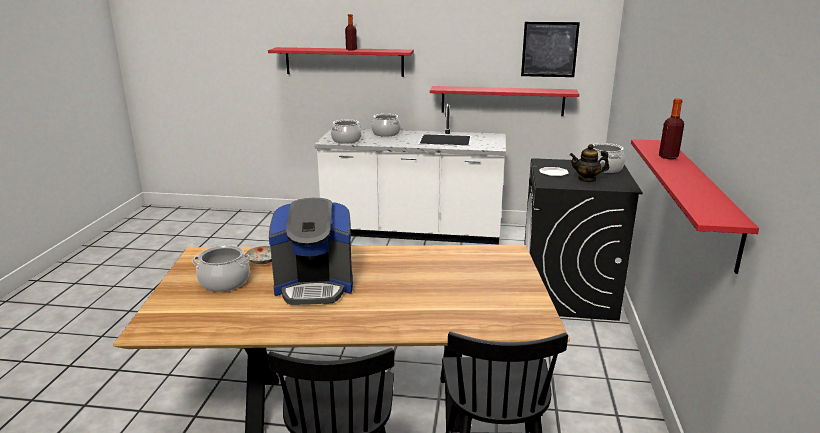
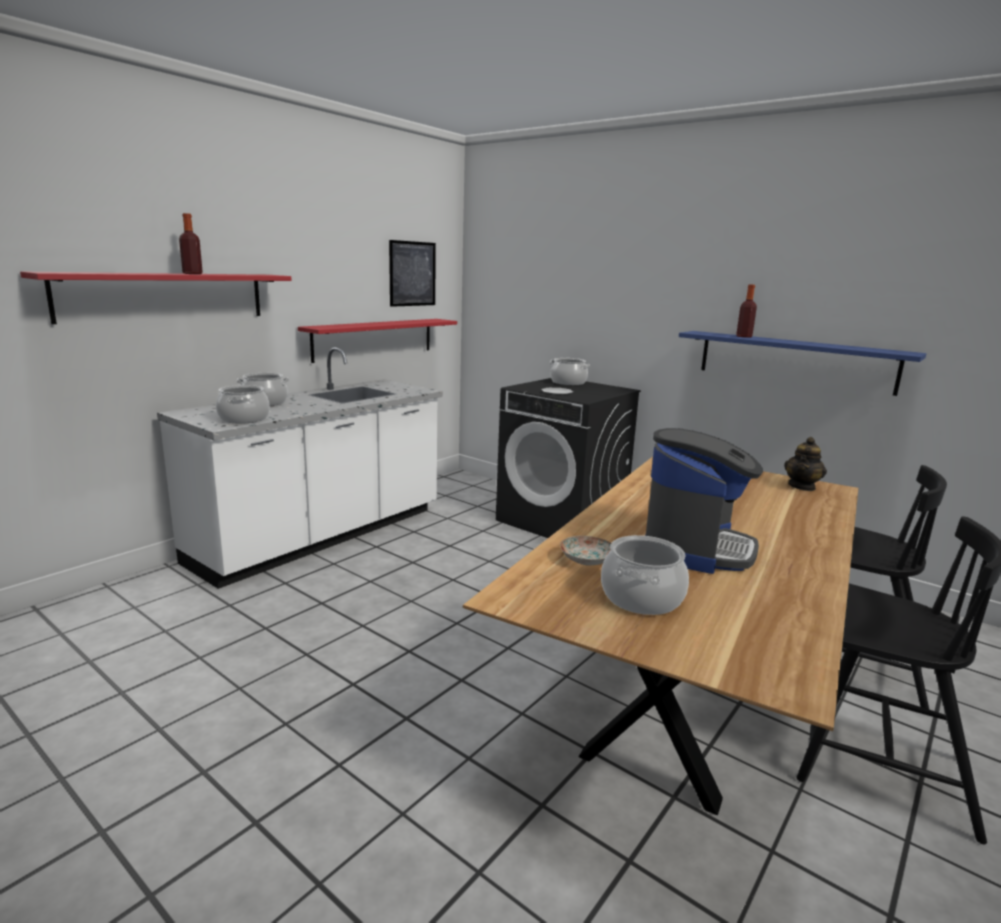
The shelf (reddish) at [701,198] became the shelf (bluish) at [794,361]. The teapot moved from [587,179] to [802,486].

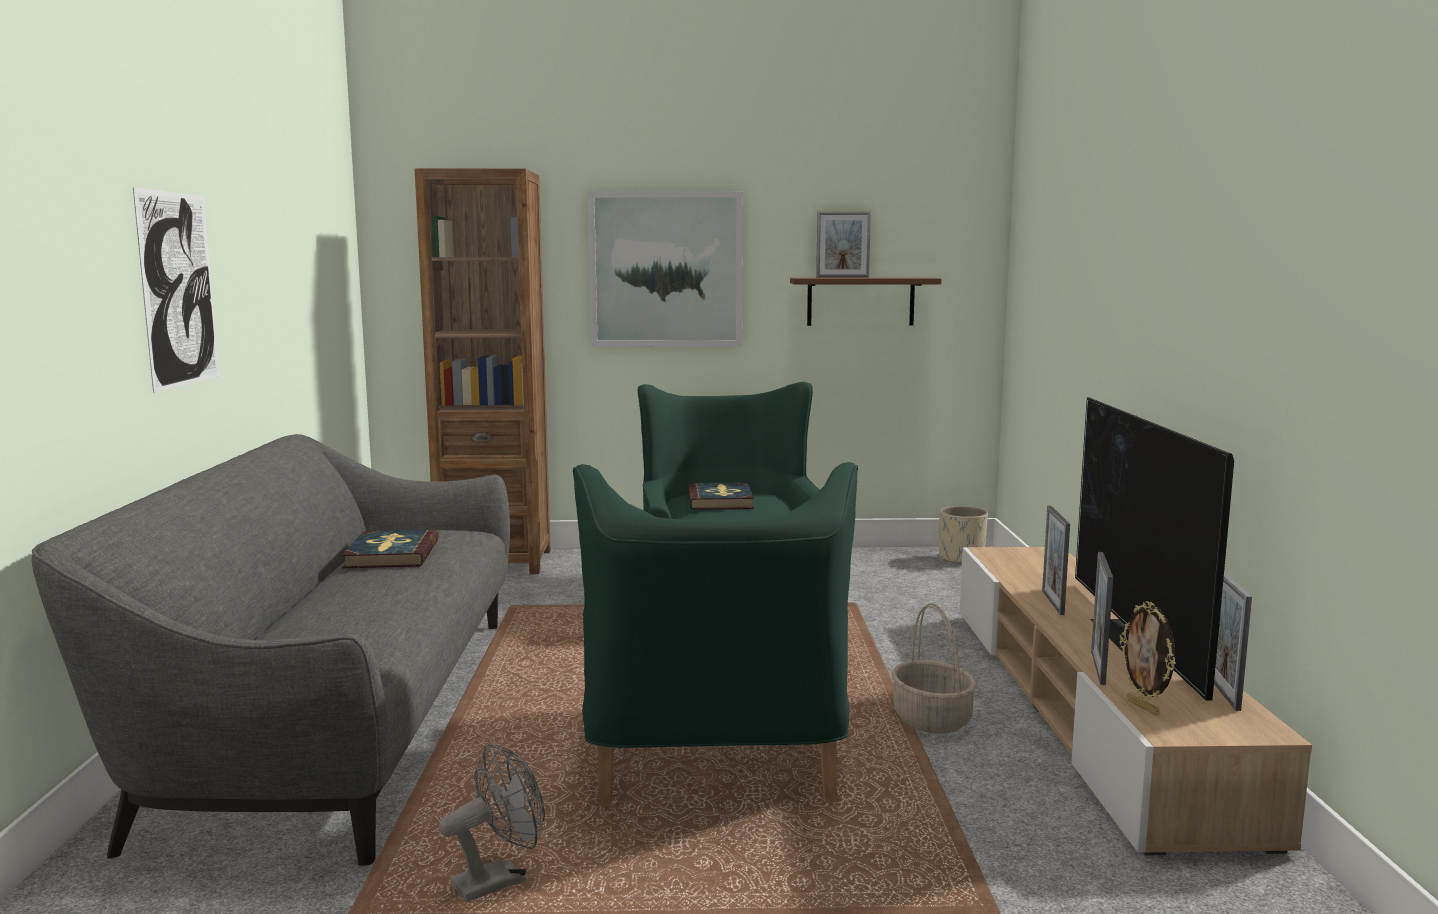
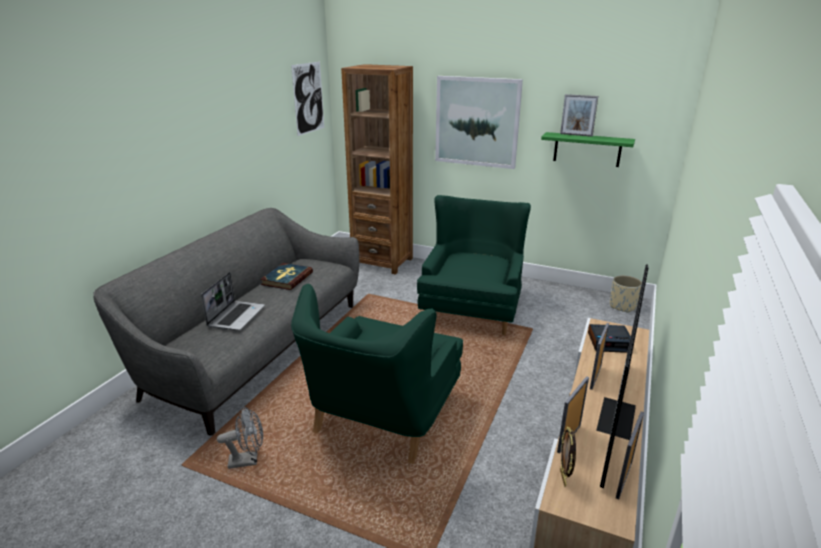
The wall picture moved from [179,289] to [308,98]. The shelf (brownish) at [860,301] became the shelf (green) at [587,149]. The book at [720,500] disappeared. The basket at [932,720] disappeared. The laptop at [236,316] appeared. The alarm clock at [609,342] appeared.

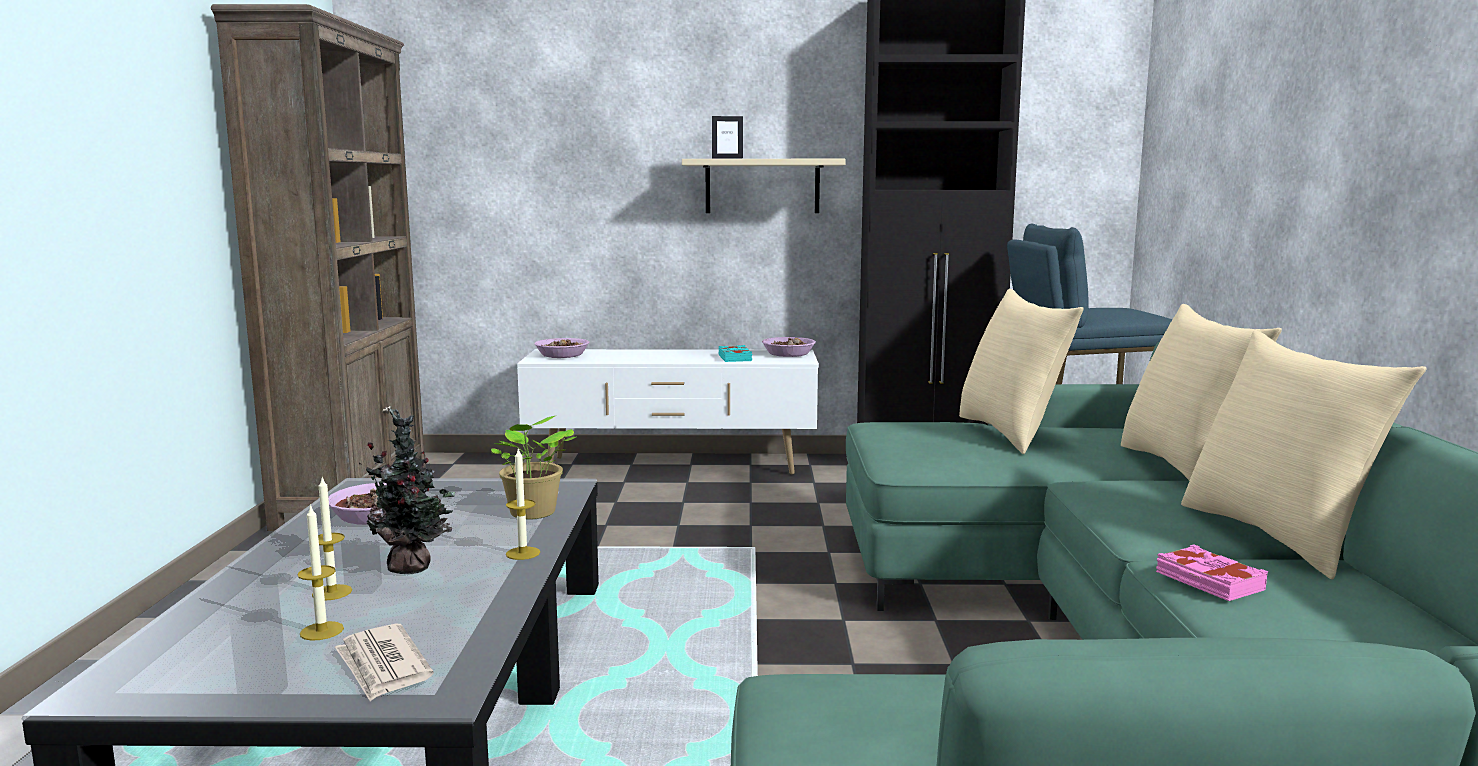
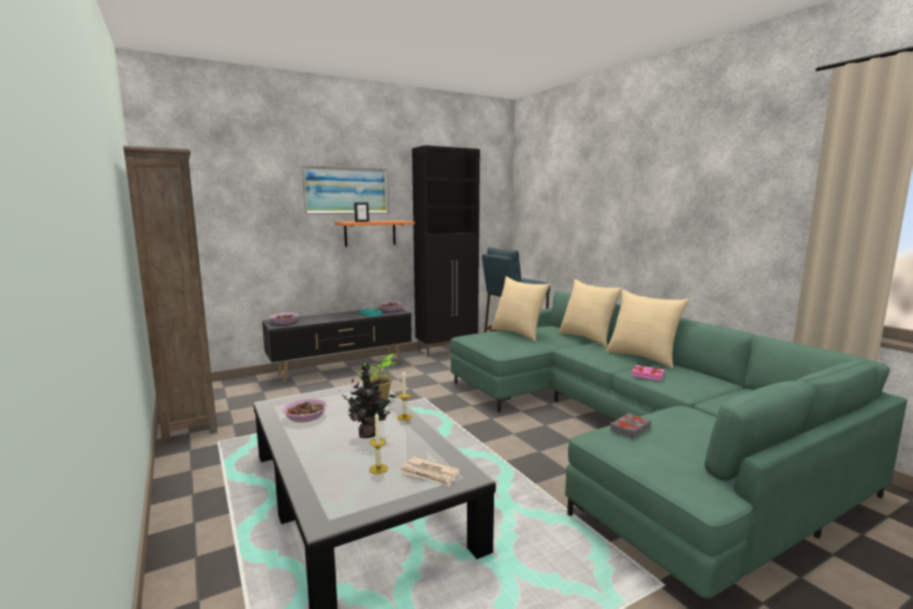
The shelf (sand-coloured) at [762,186] became the shelf (orange) at [370,233]. The media console (whitish) at [673,466] became the media console (blackish) at [342,369]. The wax candle at [332,592] disappeared. The wall picture at [346,190] appeared. The book (greyish) at [629,429] appeared.

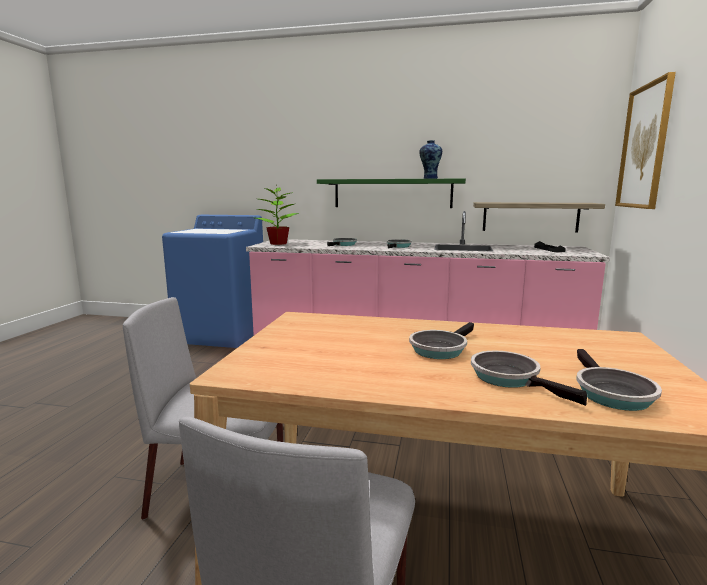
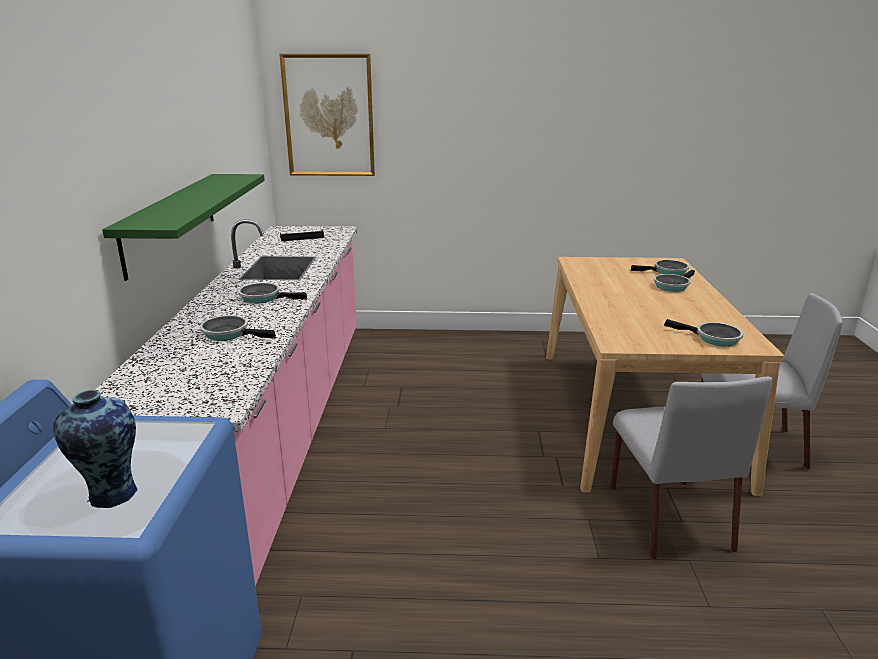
The flower vase moved from [429,178] to [110,495]. The houseplant at [278,243] disappeared. The shelf at [530,217] disappeared. The skillet moved from [439,349] to [713,338].

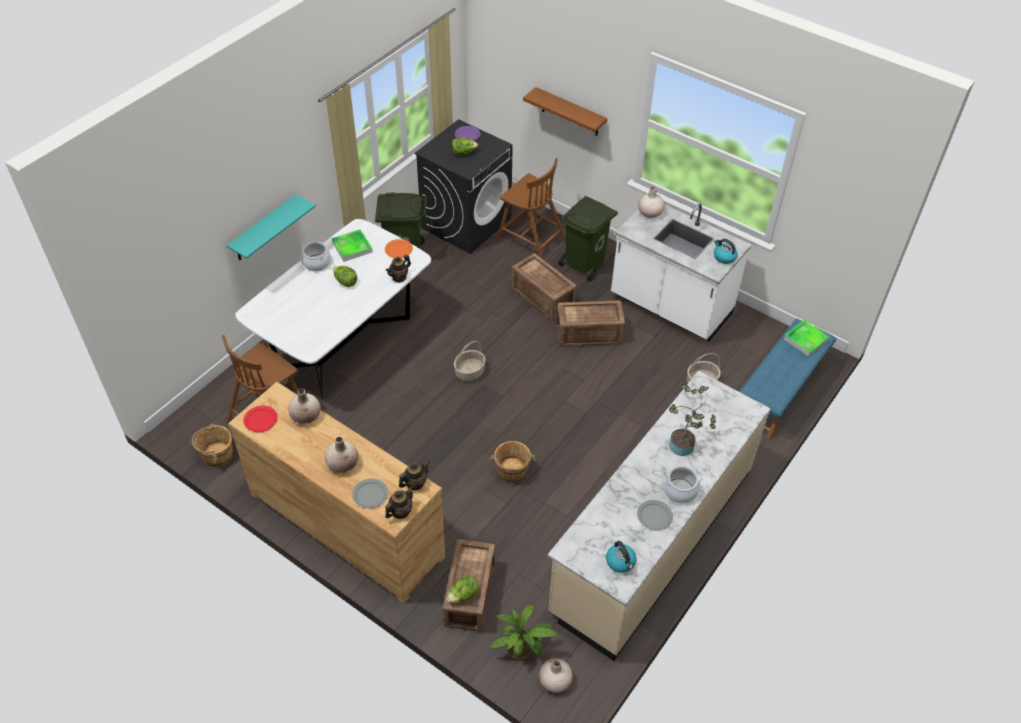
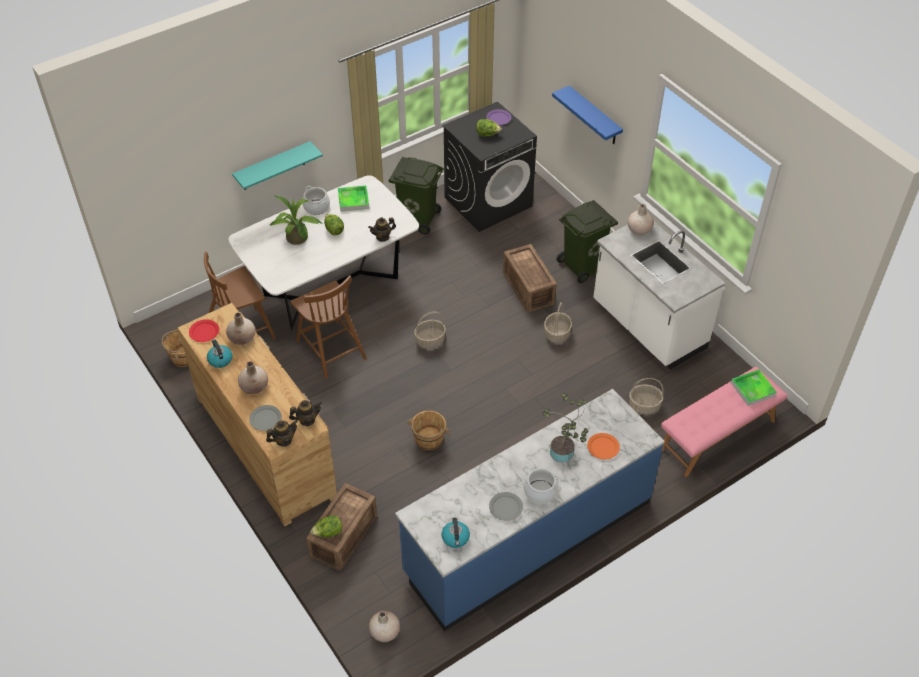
The shelf (brownish) at [570,112] became the shelf (bluish) at [594,116]. The plain chair (brownish) moved from [530,239] to [330,348]. The plate (orange) moved from [399,250] to [603,447]. The water kettle moved from [724,257] to [220,359]. The shipping crate at [590,335] was replaced by the basket at [557,334]. The bench (bluish) at [780,393] became the bench (pinkish) at [718,436]. The kitchen counter (sand-coloured) at [651,540] became the kitchen counter (bluish) at [528,537]. The houseplant moved from [522,649] to [299,239].

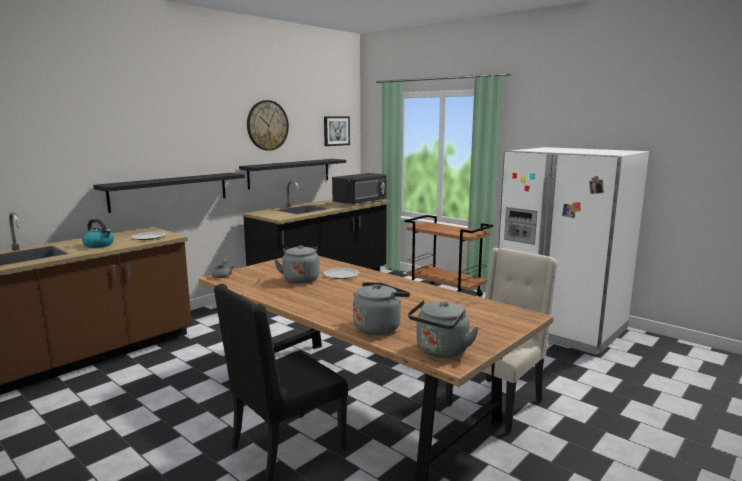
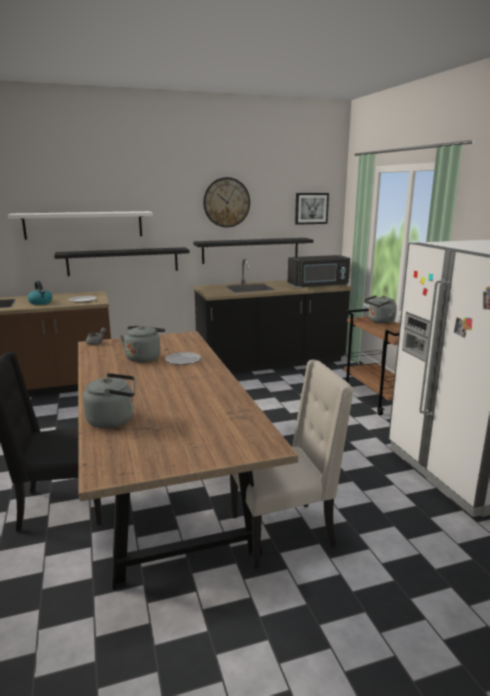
The water kettle (greyish) moved from [440,351] to [380,321]. The shelf (whitish) at [84,225] appeared.

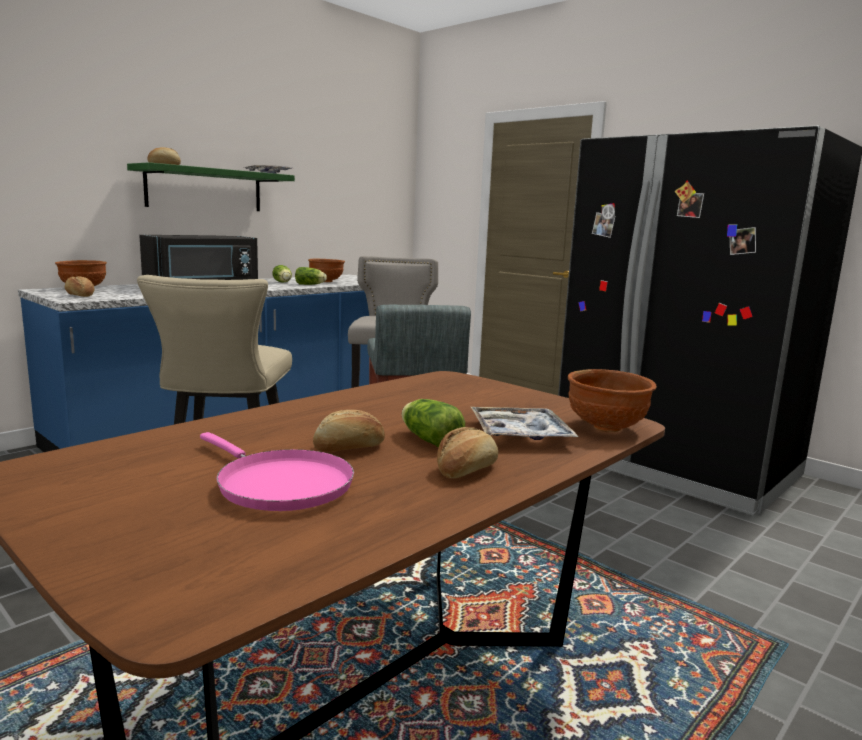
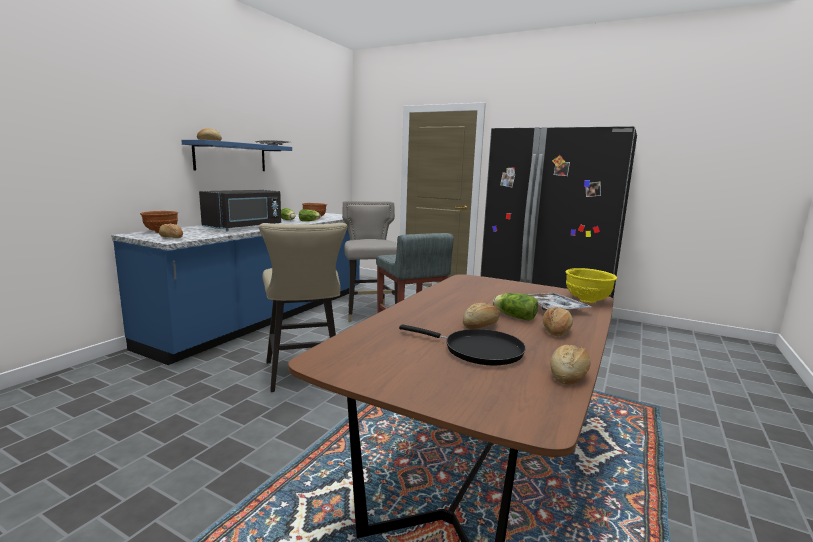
The shelf (green) at [205,189] became the shelf (bluish) at [231,157]. The deep dish (brownish) at [606,428] became the deep dish (yellow-coloured) at [587,301]. The skillet (pinkish) at [279,484] became the skillet (blackish) at [477,350]. The baked bread at [568,375] appeared.

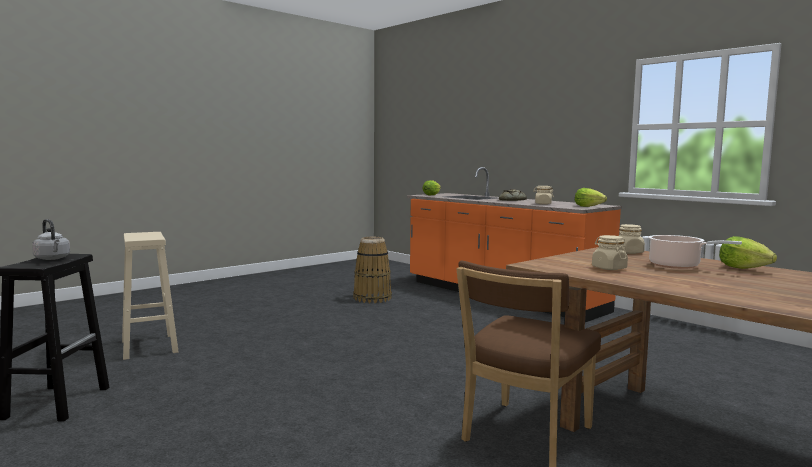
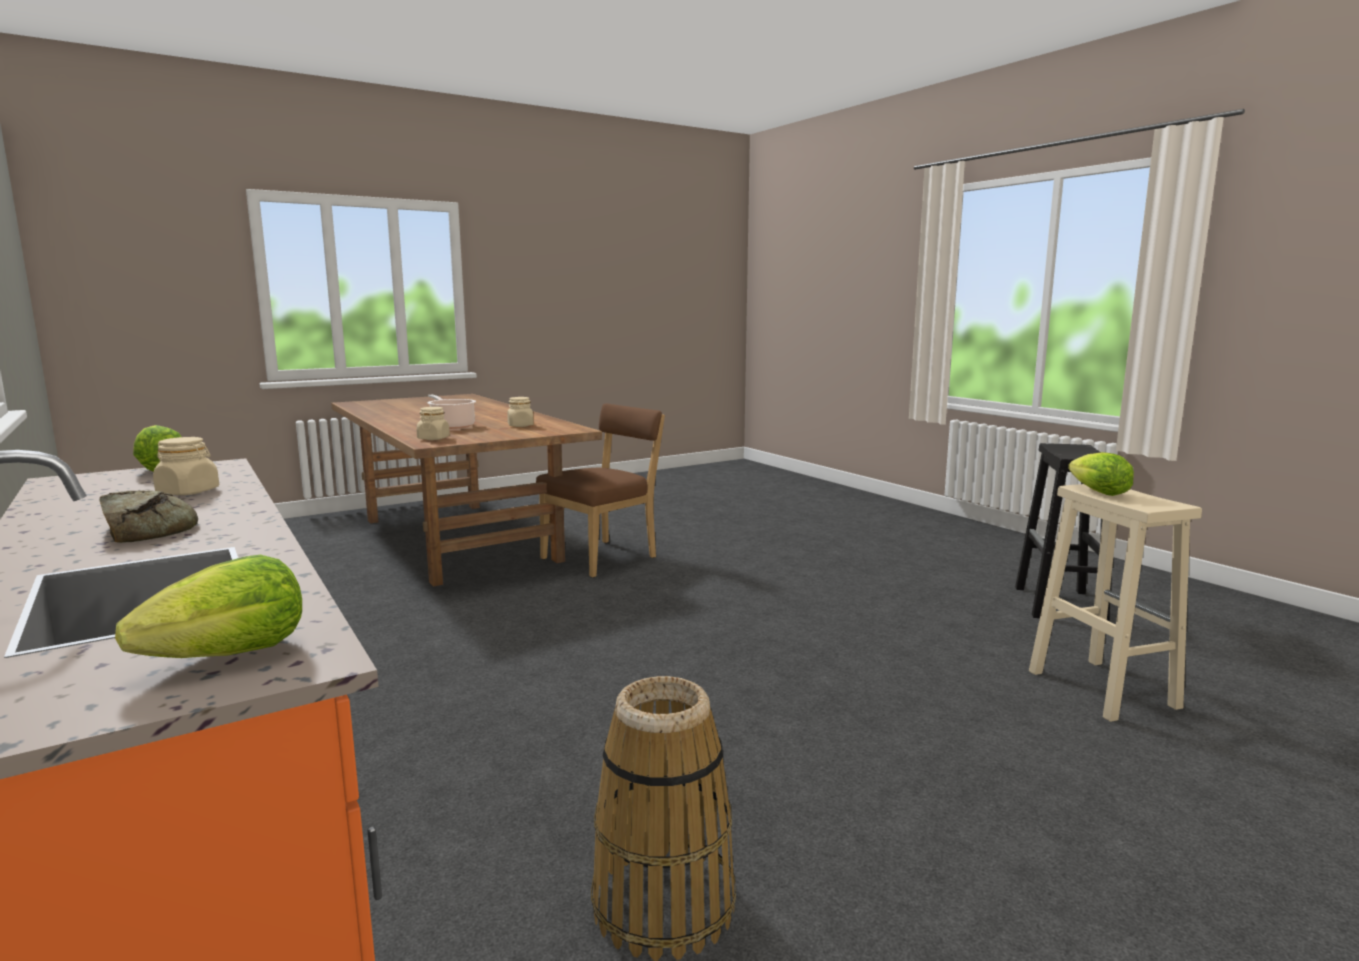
The water kettle (greyish) at [52,258] disappeared. The lettuce moved from [743,268] to [1098,492].

